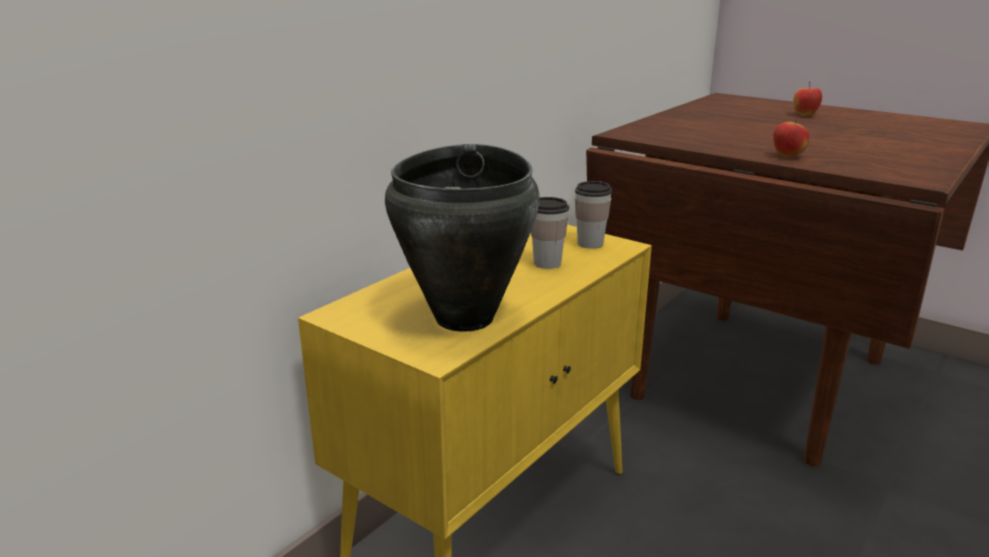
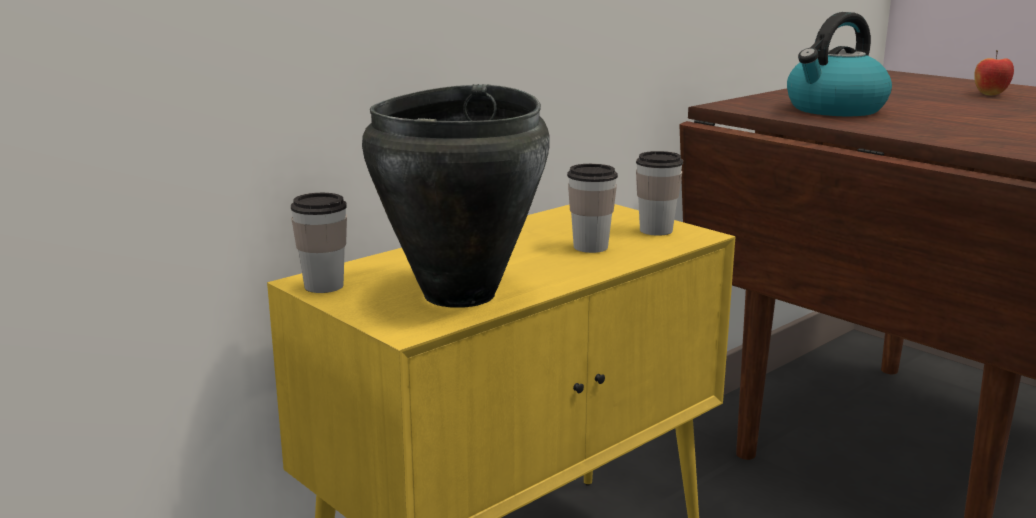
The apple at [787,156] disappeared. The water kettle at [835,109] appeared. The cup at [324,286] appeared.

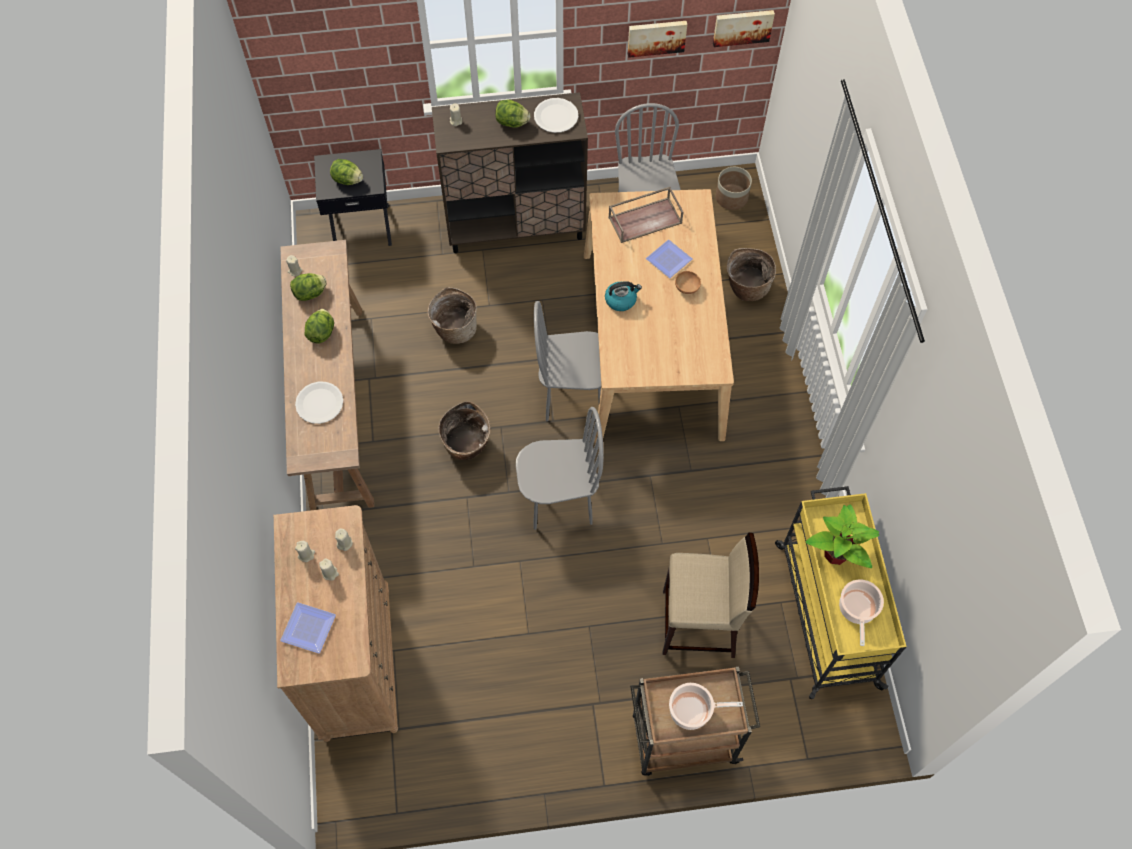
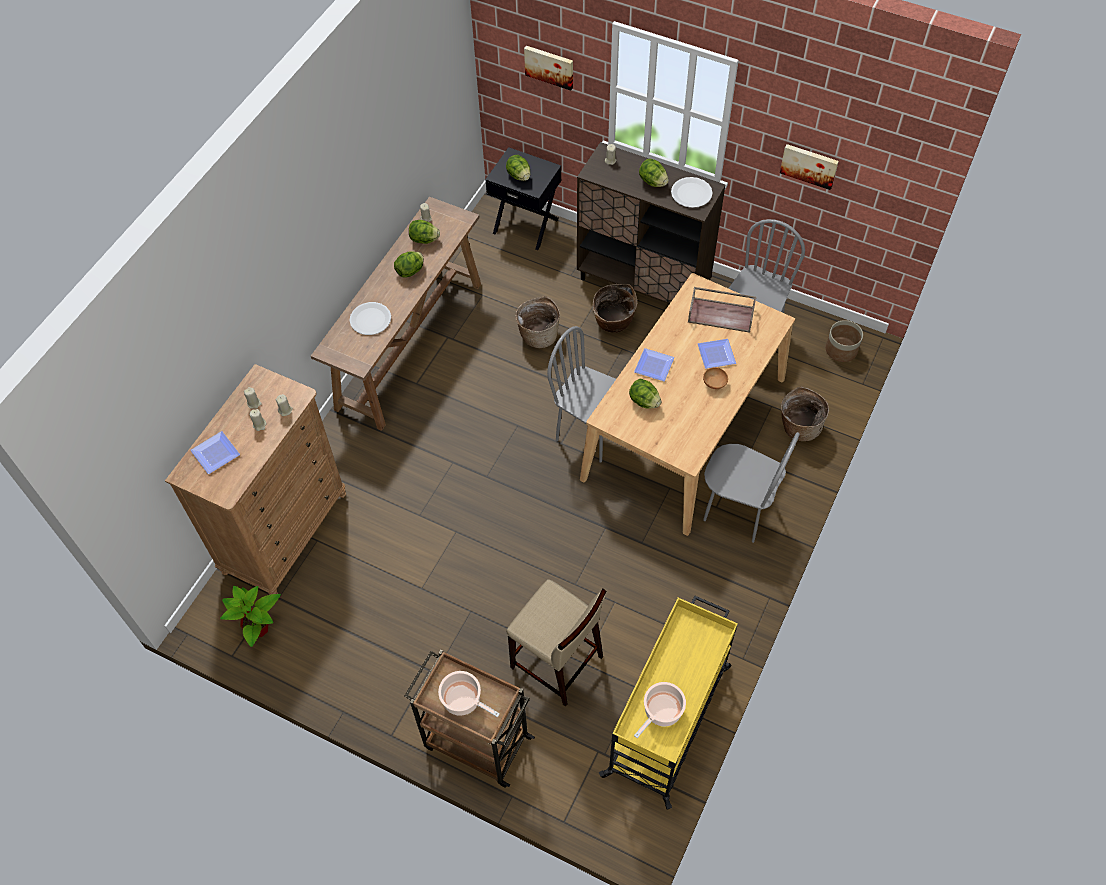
The wall picture moved from [742,26] to [549,66]. The water kettle at [621,300] was replaced by the plate at [653,365]. The basket moved from [467,446] to [613,323]. The plain chair (greyish) moved from [560,501] to [737,511]. The houseplant moved from [836,554] to [259,628]. The lettuce at [644,401] appeared.

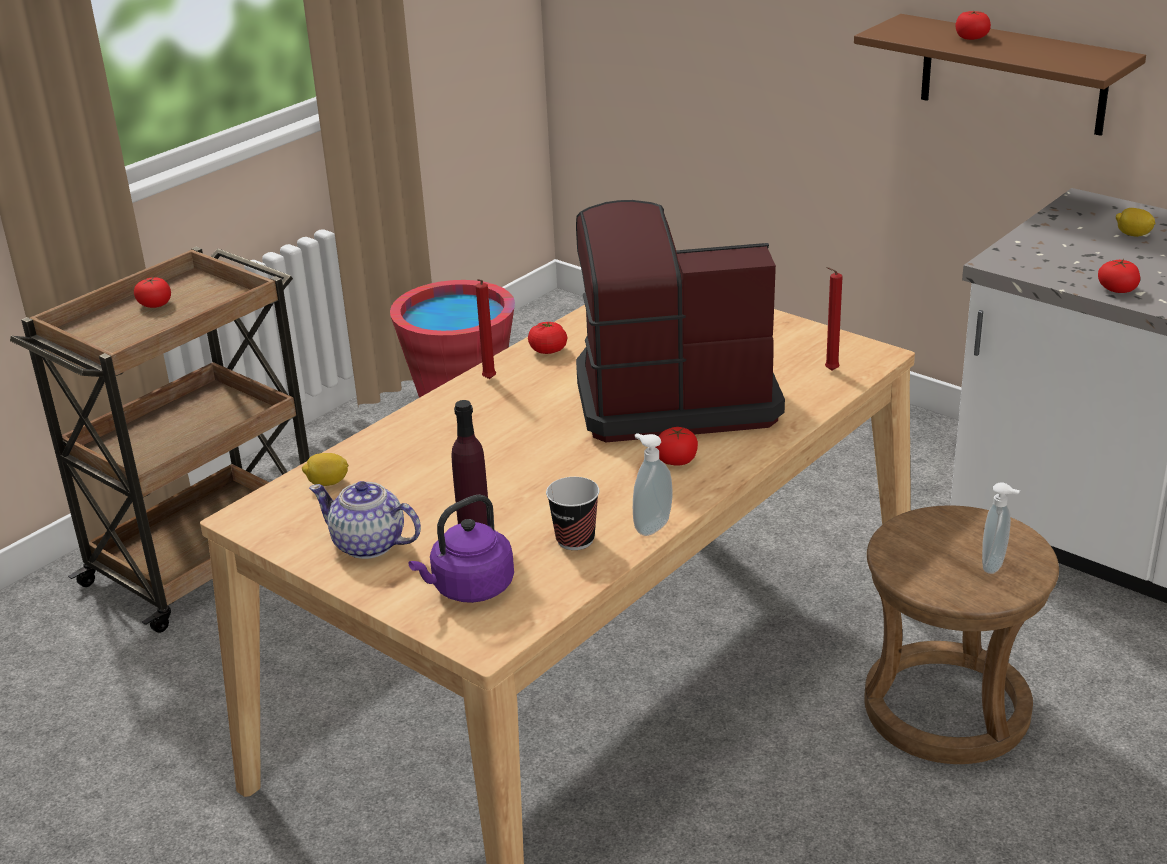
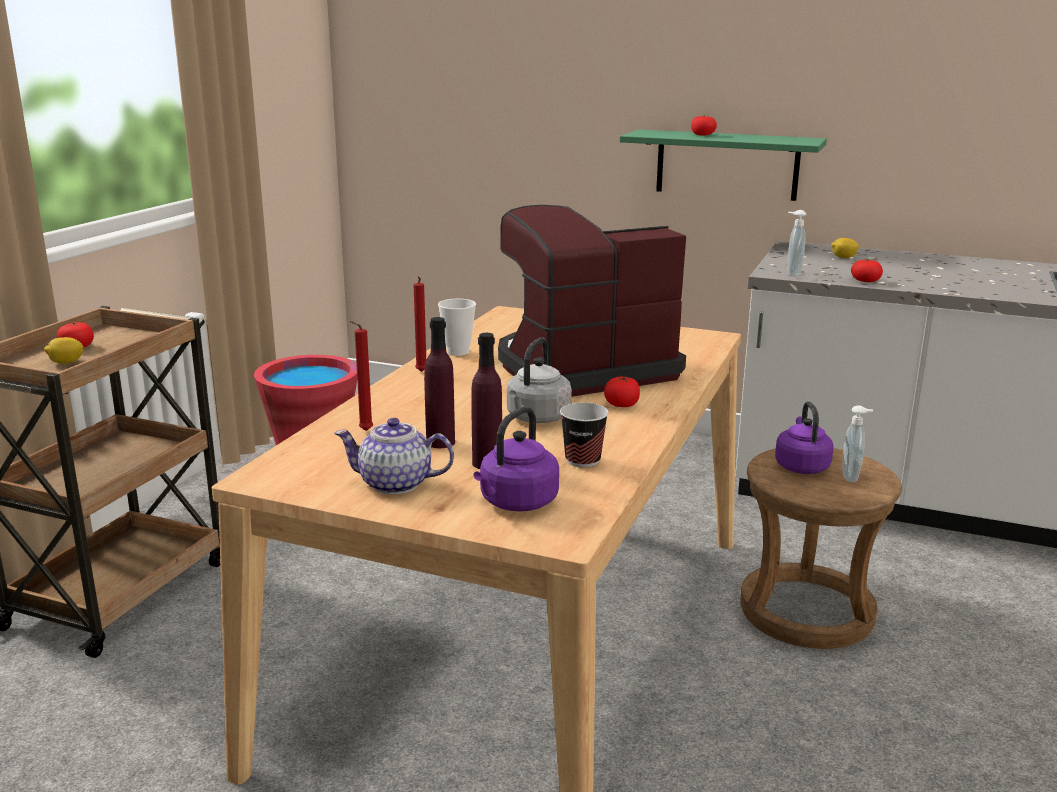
The shelf (brownish) at [1013,75] became the shelf (green) at [727,164]. The wax candle (reddish) moved from [829,371] to [364,431]. The tomato at [548,350] was replaced by the cup at [457,352]. The soap dispenser moved from [650,526] to [792,274]. The citrus fruit moved from [327,483] to [66,363]. The bottle (purple-coloured) at [440,442] appeared. The water kettle (greyish) at [536,418] appeared. The water kettle (purple-coloured) at [801,466] appeared.

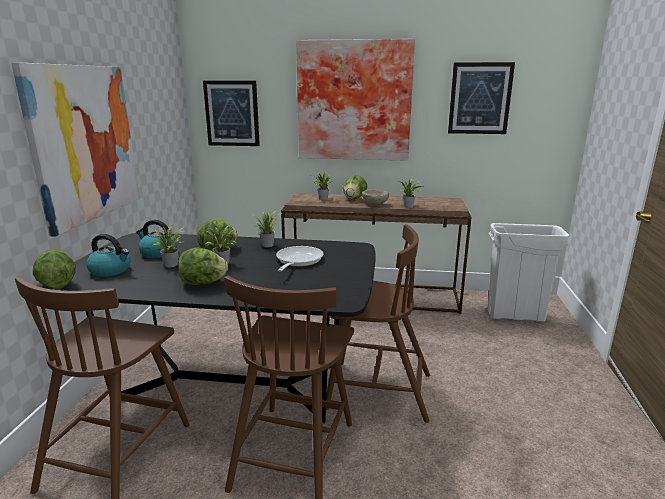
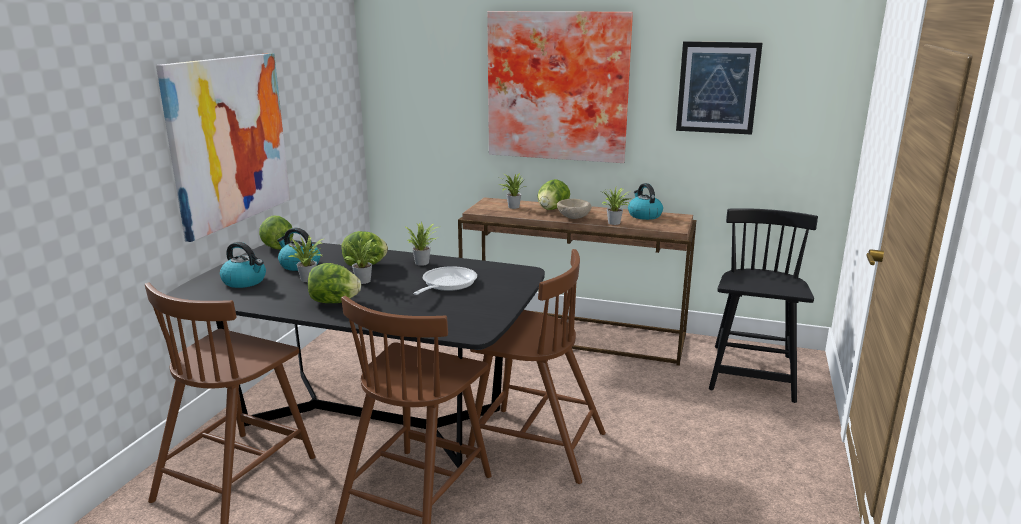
The wall picture at [232,113] disappeared. The trash can (whitish) at [515,316] was replaced by the plain chair (blackish) at [752,374]. The lettuce moved from [56,285] to [277,247]. The water kettle at [644,215] appeared.

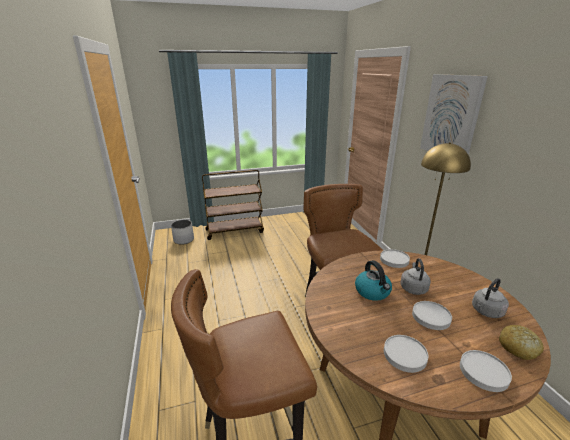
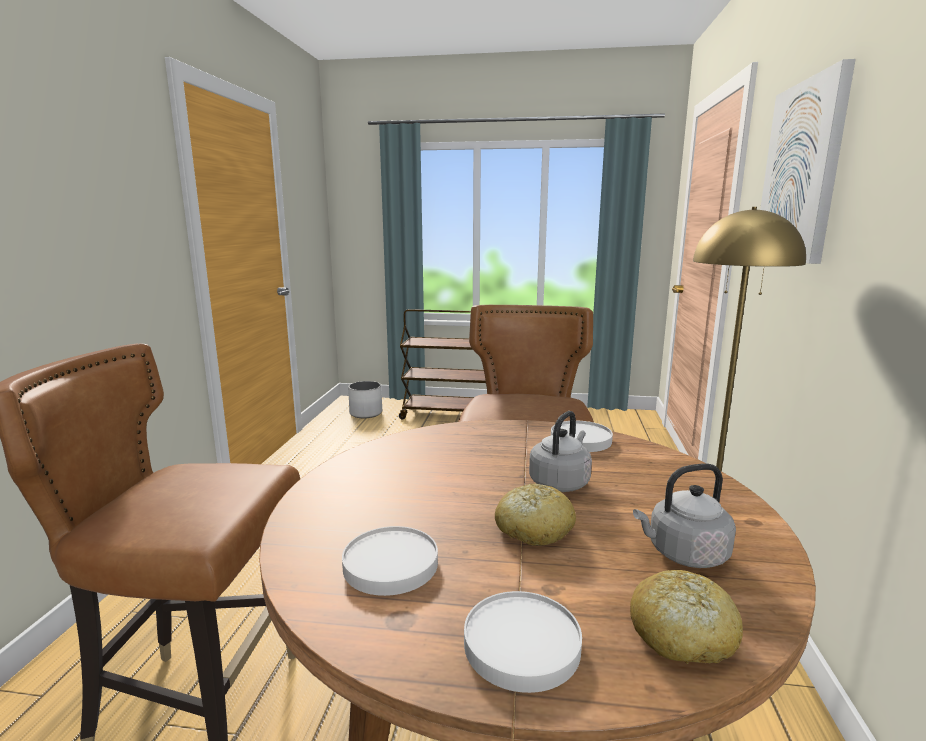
The water kettle at [373,292] disappeared. The plate (whitish) at [431,317] was replaced by the baked bread at [533,529].

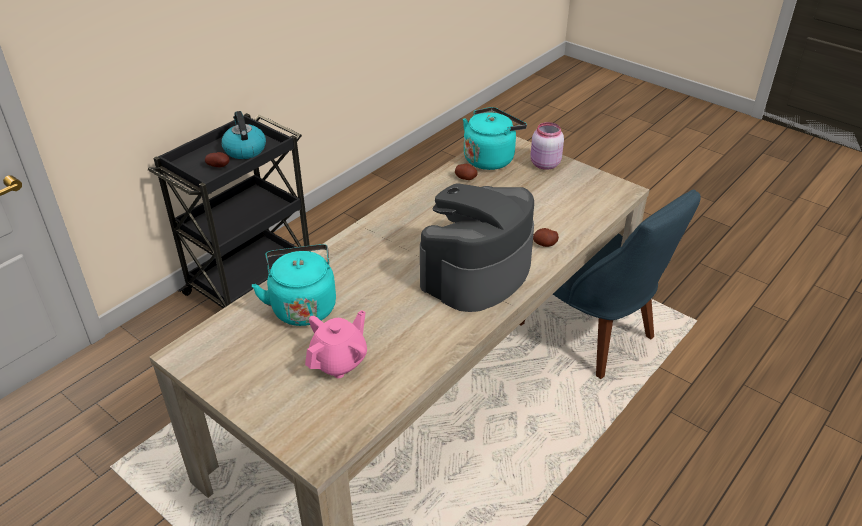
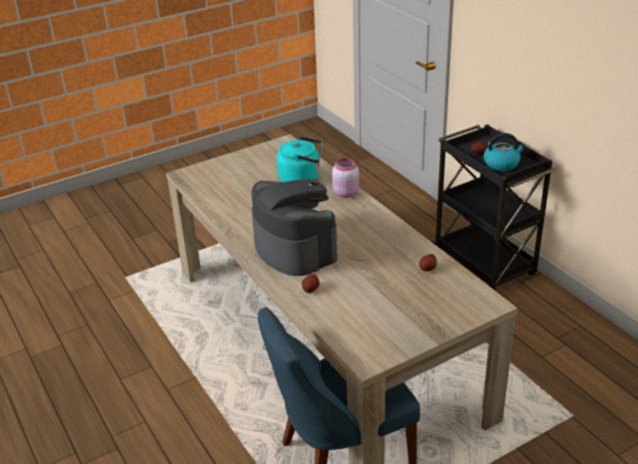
The water kettle (turquoise) at [490,158] disappeared. The preserve jar (pinkish) moved from [544,164] to [345,193]. The teapot (pinkish) at [339,361] disappeared.

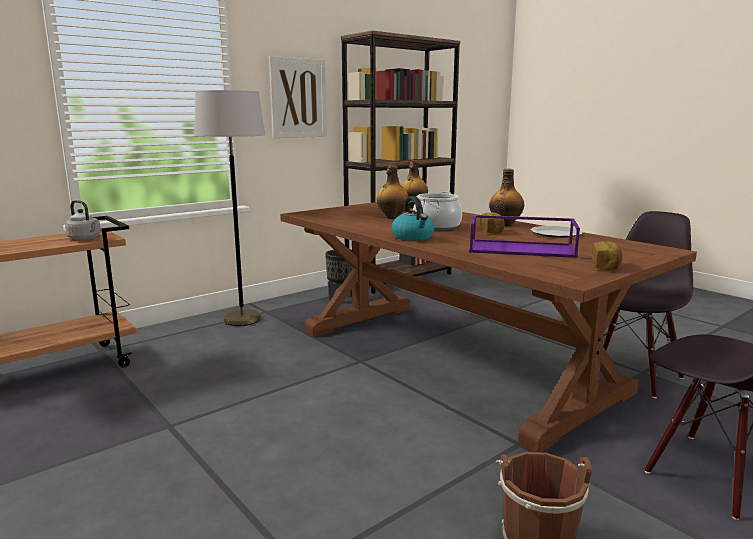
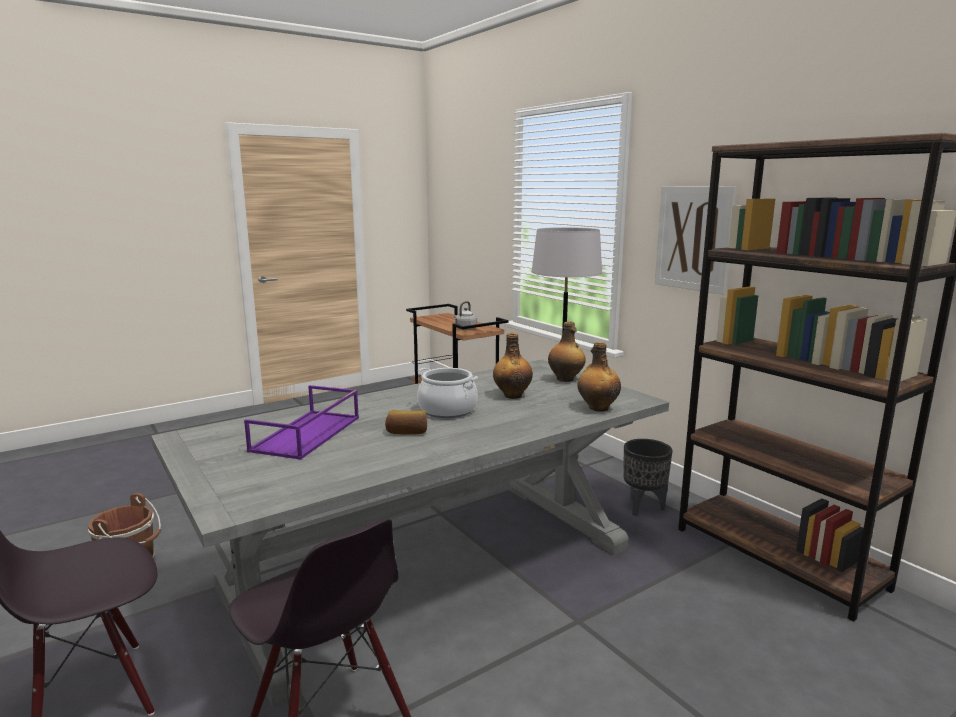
The bottle moved from [505,224] to [565,379]. The water kettle at [413,237] disappeared. The dining table (brownish) at [451,359] became the dining table (greyish) at [432,568]. The plate at [557,234] disappeared. The baked bread at [606,266] disappeared.

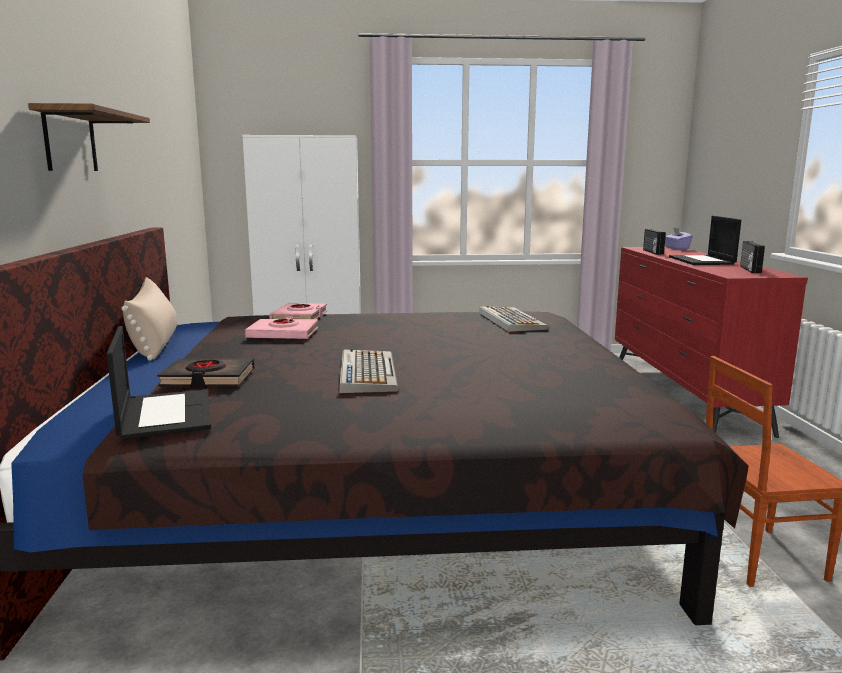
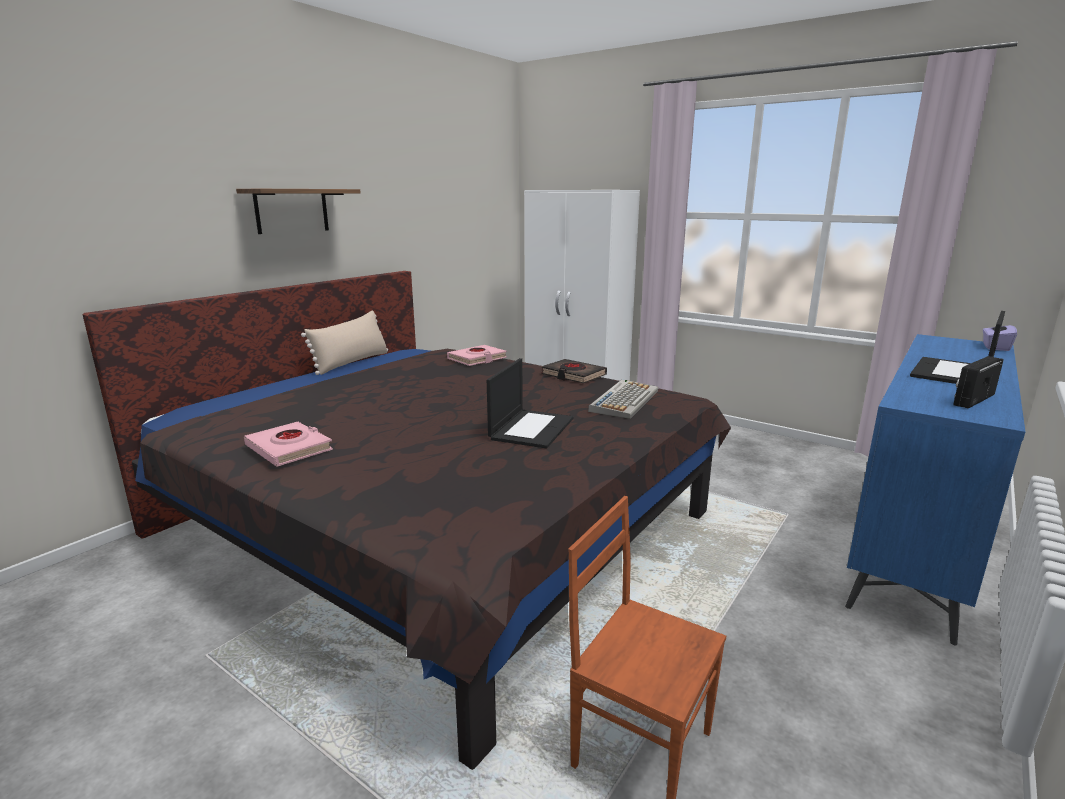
The radio set at [652,252] disappeared. The chest of drawers (reddish) at [684,396] became the chest of drawers (bluish) at [914,545]. The book (pinkish) moved from [283,334] to [289,449]. The laptop moved from [164,414] to [531,428]. The keyboard at [366,373] disappeared. The book (blackish) moved from [208,379] to [573,375].

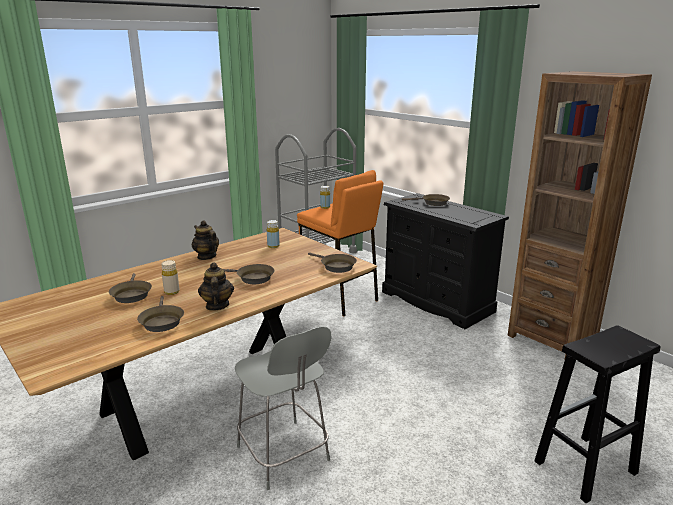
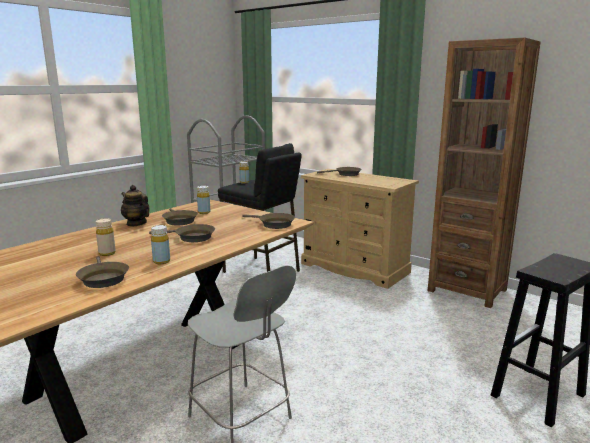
The stool (orange) at [339,298] became the stool (blackish) at [261,271]. The chest of drawers (blackish) at [436,302] became the chest of drawers (sand-coloured) at [354,268]. The teapot at [217,305] was replaced by the bottle (yellow-coloured) at [161,261]. The skillet (brownish) moved from [131,294] to [179,221].

